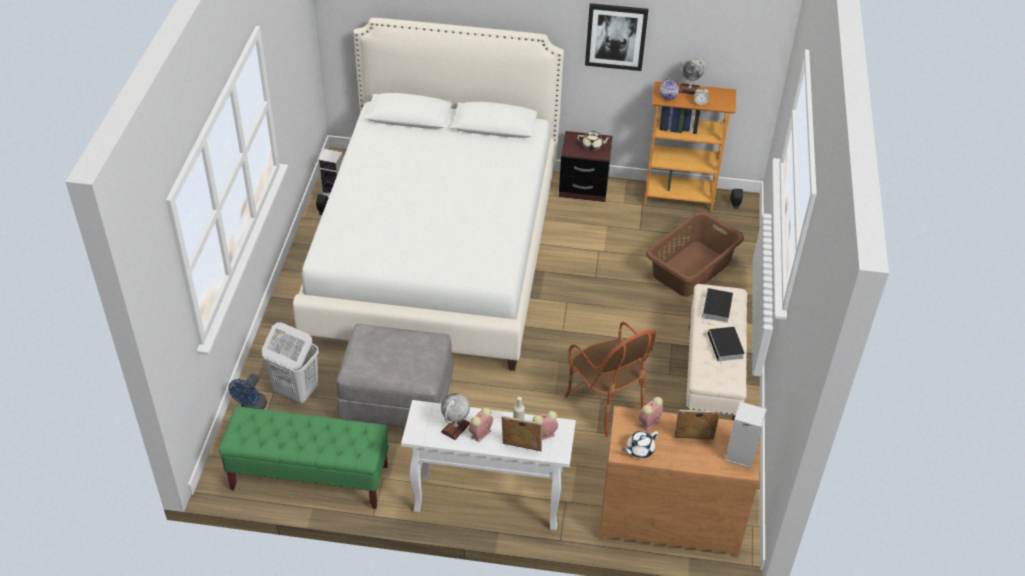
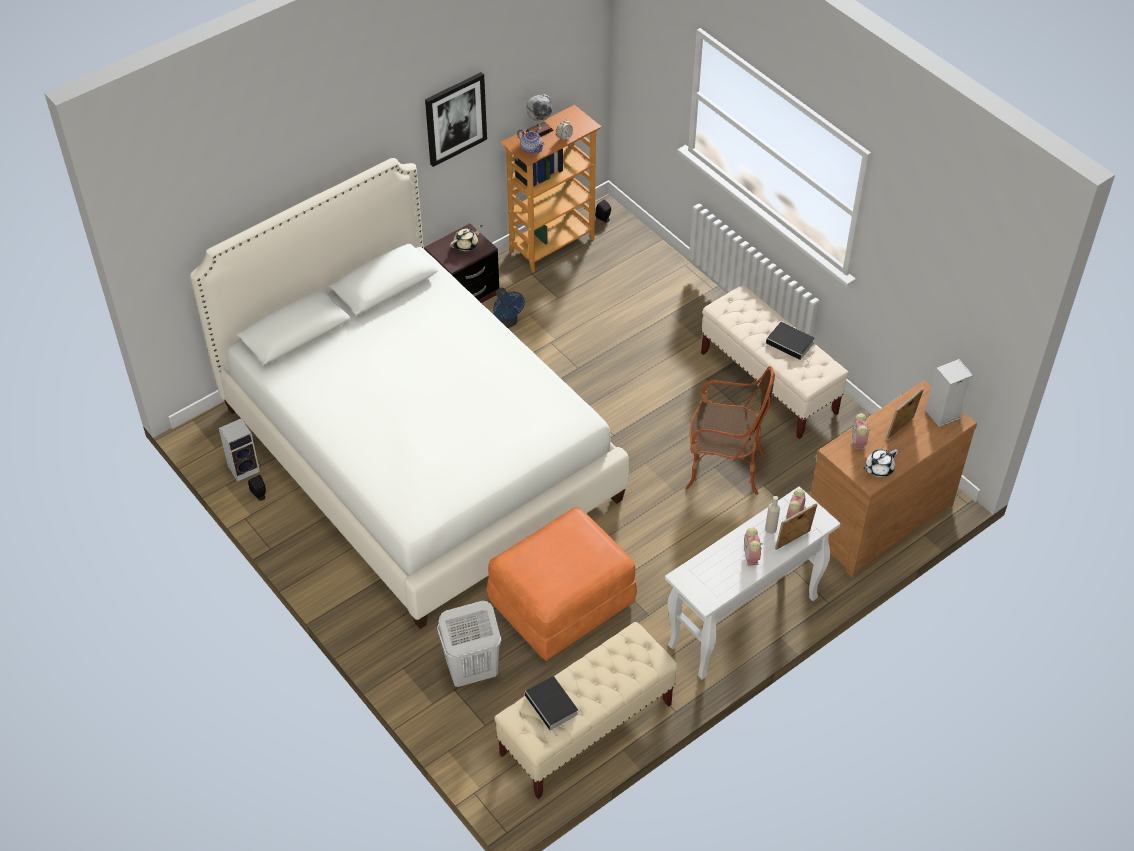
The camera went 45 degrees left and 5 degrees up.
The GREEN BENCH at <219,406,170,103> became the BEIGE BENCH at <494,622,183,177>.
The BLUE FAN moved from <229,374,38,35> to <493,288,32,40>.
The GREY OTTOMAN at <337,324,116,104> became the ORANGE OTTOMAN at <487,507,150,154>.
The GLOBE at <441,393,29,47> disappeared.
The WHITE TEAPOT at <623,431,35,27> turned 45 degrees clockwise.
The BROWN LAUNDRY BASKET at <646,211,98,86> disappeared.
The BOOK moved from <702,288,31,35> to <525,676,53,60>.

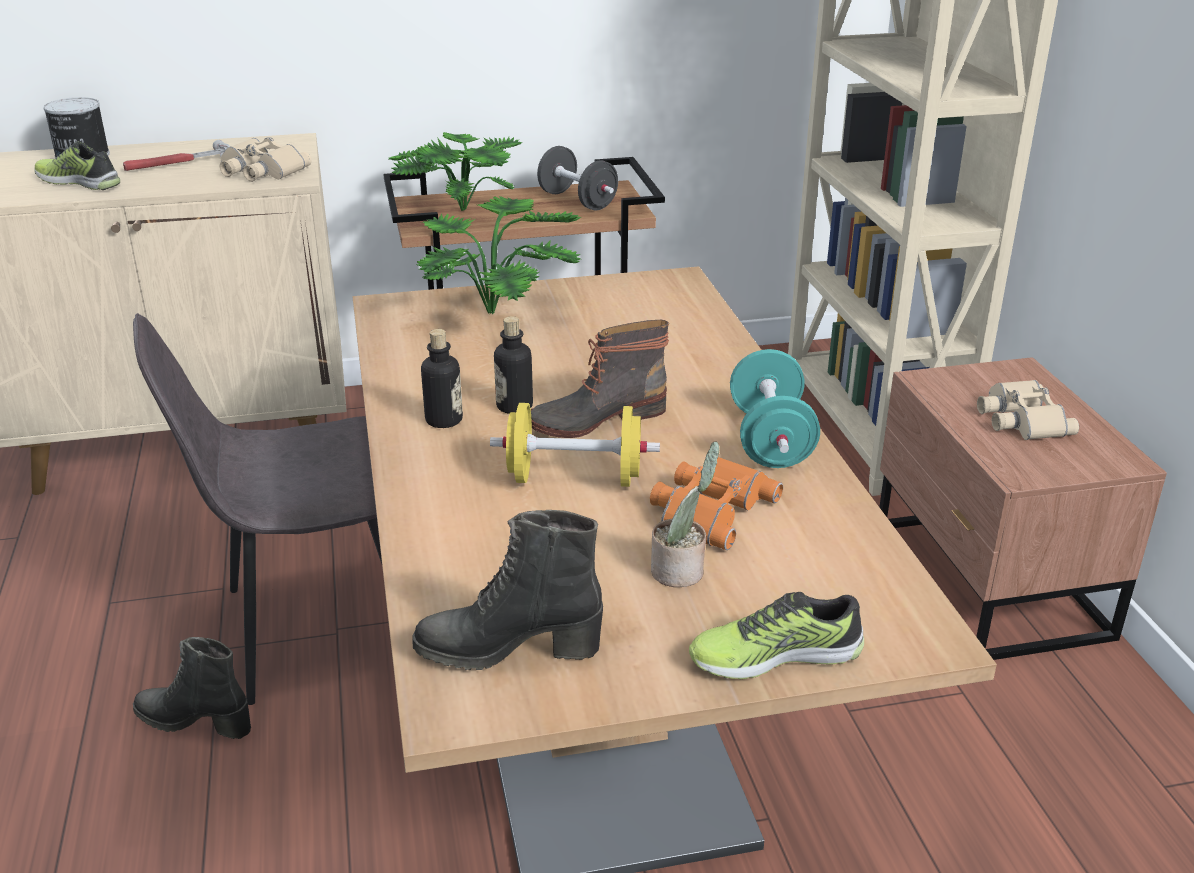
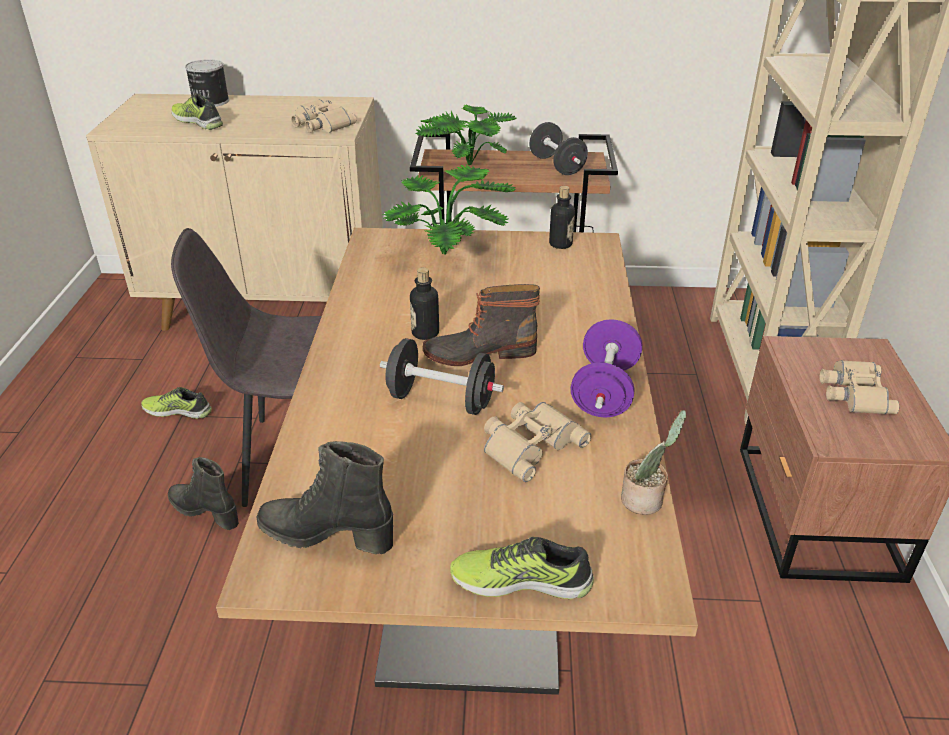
The camera went 15 degrees right and 5 degrees up.
The HAMMER at <123,140,107,31> disappeared.
The BOTTLE moved from <421,329,42,99> to <549,186,26,63>.
The YELLOW DUMBBELL at <490,403,170,84> became the BLACK DUMBBELL at <380,338,124,77>.
The ORANGE BINOCULARS at <650,457,133,93> became the BEIGE BINOCULARS at <484,402,107,80>.
The POTTED PLANT moved from <651,441,68,146> to <621,410,65,105>.
The TURQUOISE DUMBBELL at <730,349,90,119> became the PURPLE DUMBBELL at <571,319,71,98>.
The SHOE at <141,387,71,32> appeared.

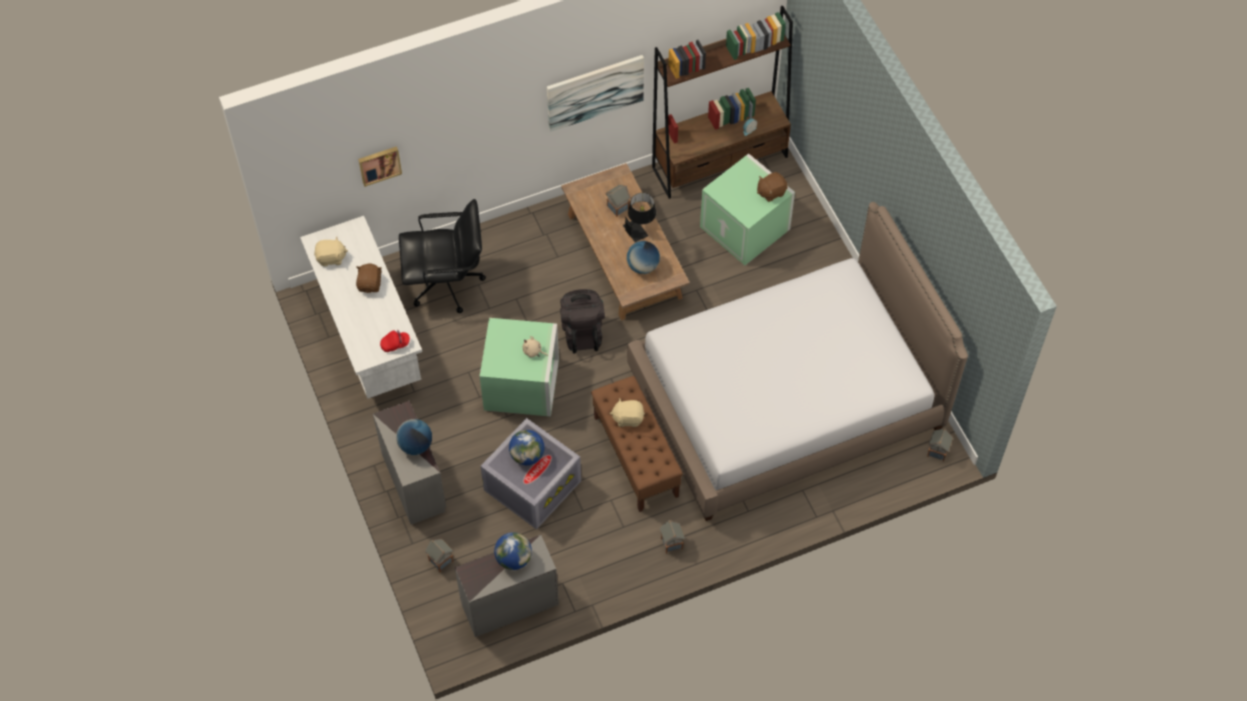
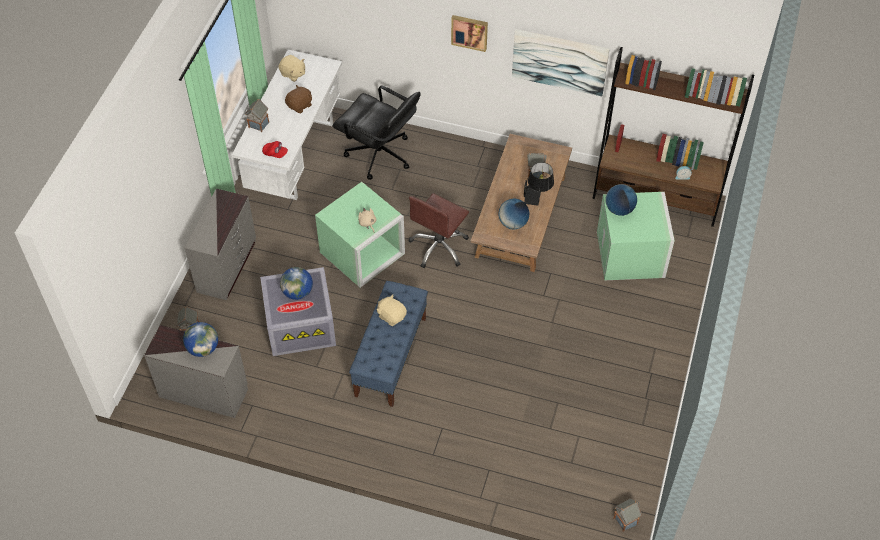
The camera went 40 degrees right and 5 degrees down.
The PICTURE moved from <358,146,44,41> to <451,15,37,37>.
The GLOBE moved from <396,419,36,36> to <606,184,31,32>.
The BLACK BACKPACK at <560,289,45,65> was replaced by the BROWN OFFICE CHAIR at <409,193,60,75>.
The BROWN BENCH at <591,376,92,136> became the BLUE BENCH at <349,281,79,126>.
The BED at <627,202,341,319> disappeared.
The TOY HOUSE moved from <660,520,25,34> to <245,99,24,33>.
The BROWN PLUSH TOY at <757,172,31,30> disappeared.

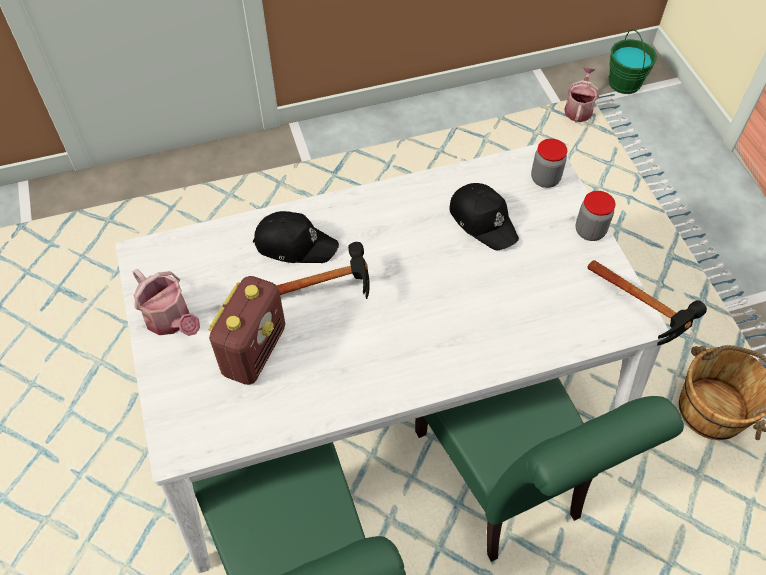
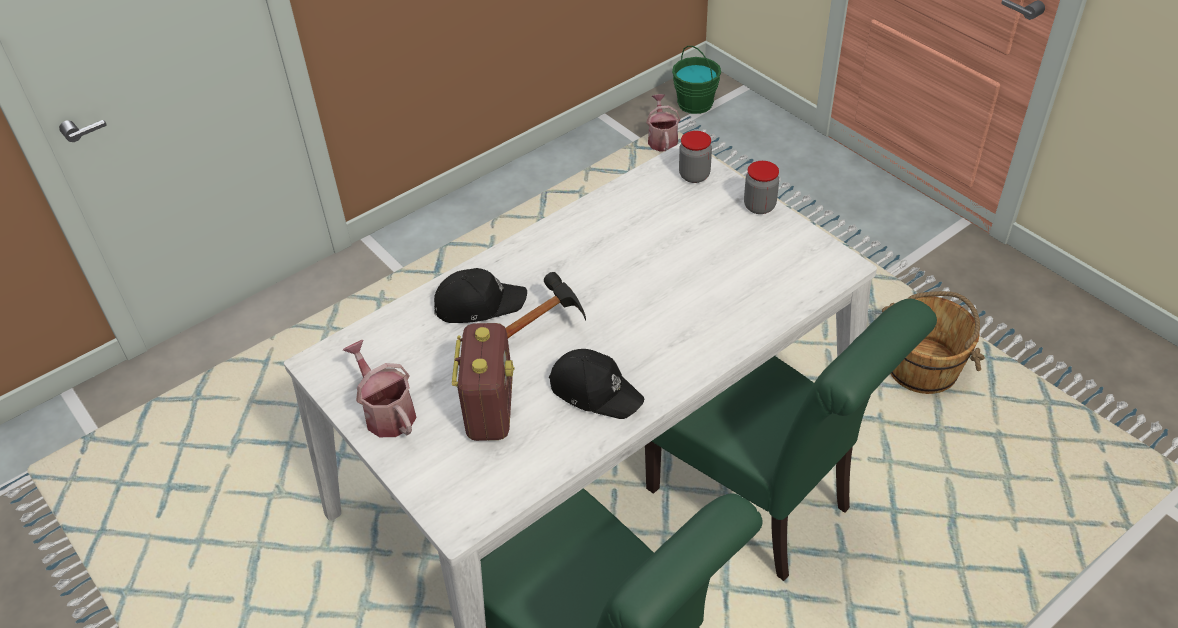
The camera went 20 degrees left and 10 degrees down.
The WATERING CAN at <132,269,68,67> turned 150 degrees counterclockwise.
The BLACK CAP moved from <450,183,69,67> to <549,349,95,70>.
The HAMMER at <588,260,119,86> disappeared.

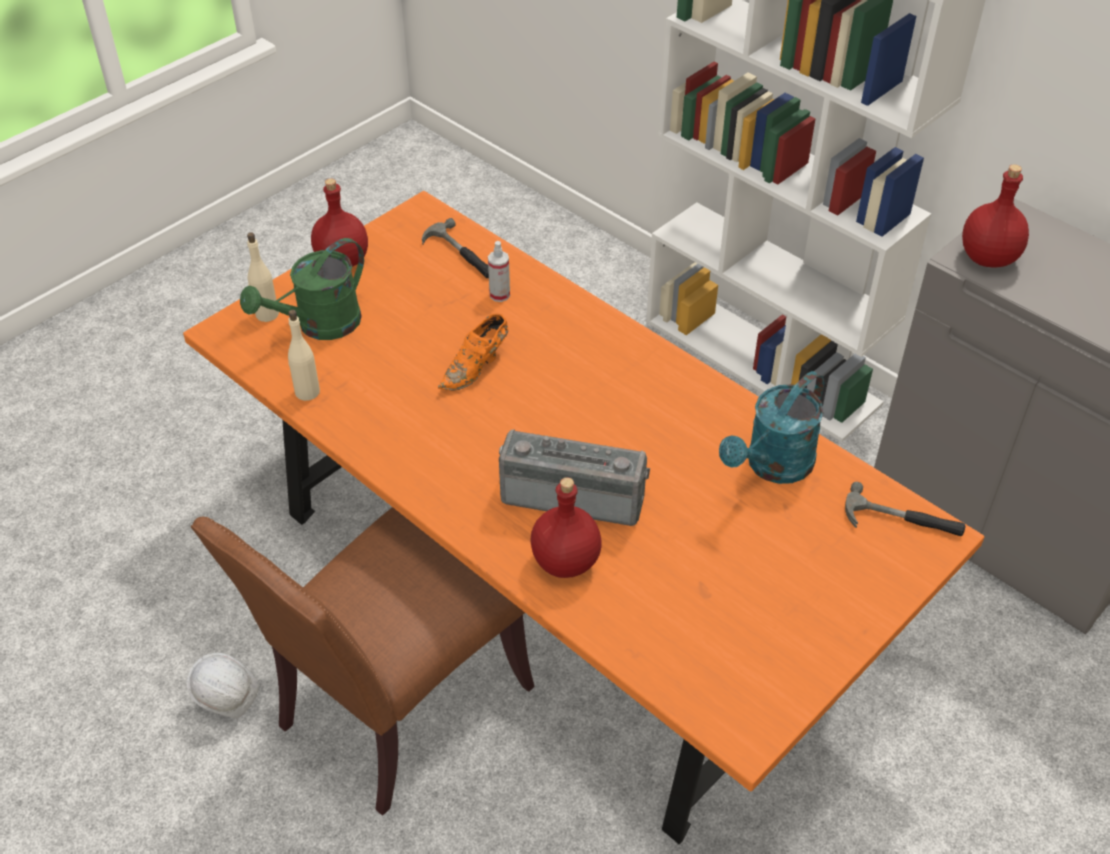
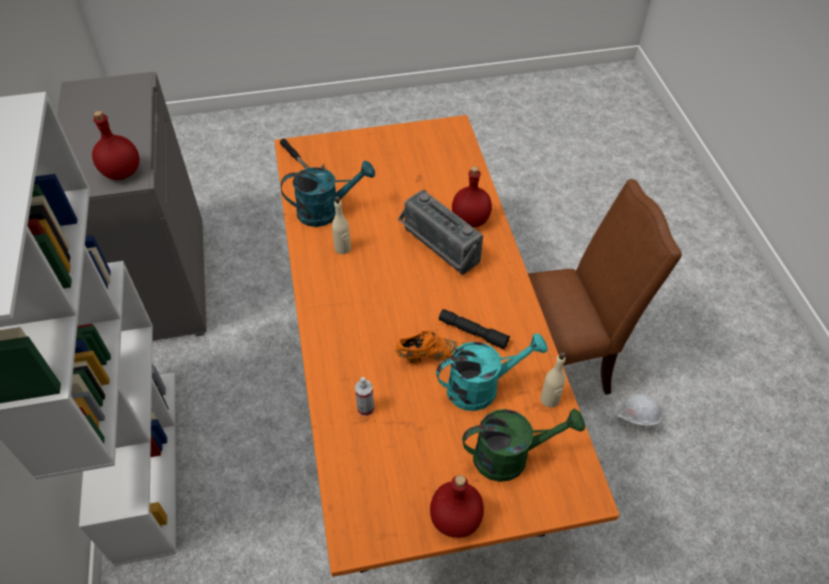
The camera went 145 degrees left and 5 degrees up.
The BEIGE BOTTLE moved from <247,232,32,90> to <332,196,19,58>.
The HAMMER at <422,218,67,60> disappeared.
The TURQUOISE WATERING CAN at <436,333,112,78> appeared.
The BLACK FLASHLIGHT at <439,309,71,40> appeared.

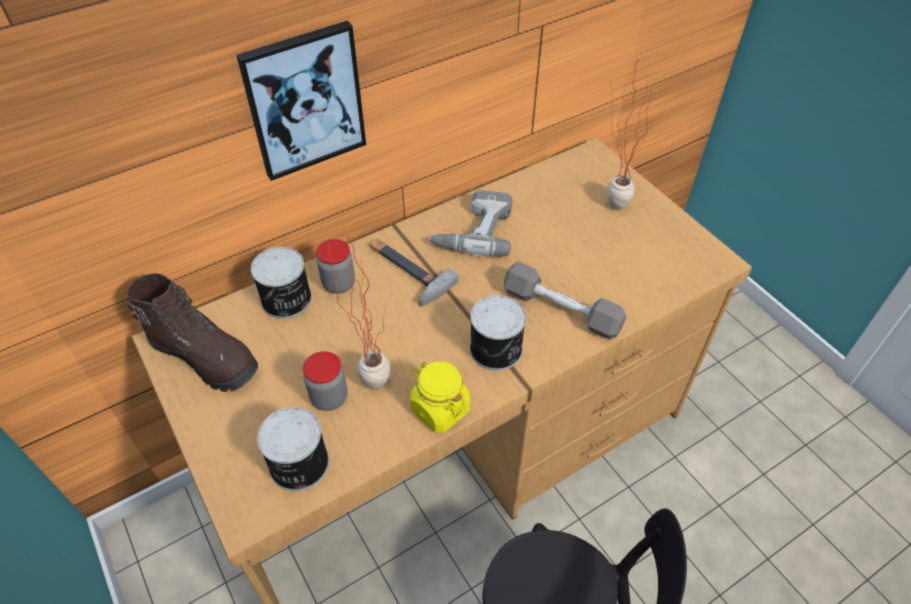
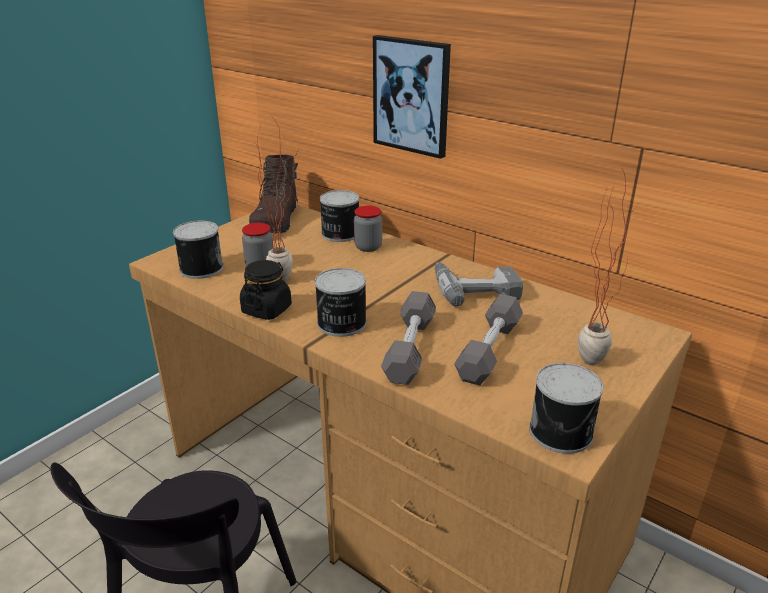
The camera went 70 degrees right and 20 degrees down.
The HAMMER at <370,239,89,68> disappeared.
The YELLOW JAR at <410,361,60,72> became the BLACK JAR at <240,260,52,60>.
The GREY DUMBBELL at <454,294,69,92> appeared.
The CAN at <529,363,74,91> appeared.

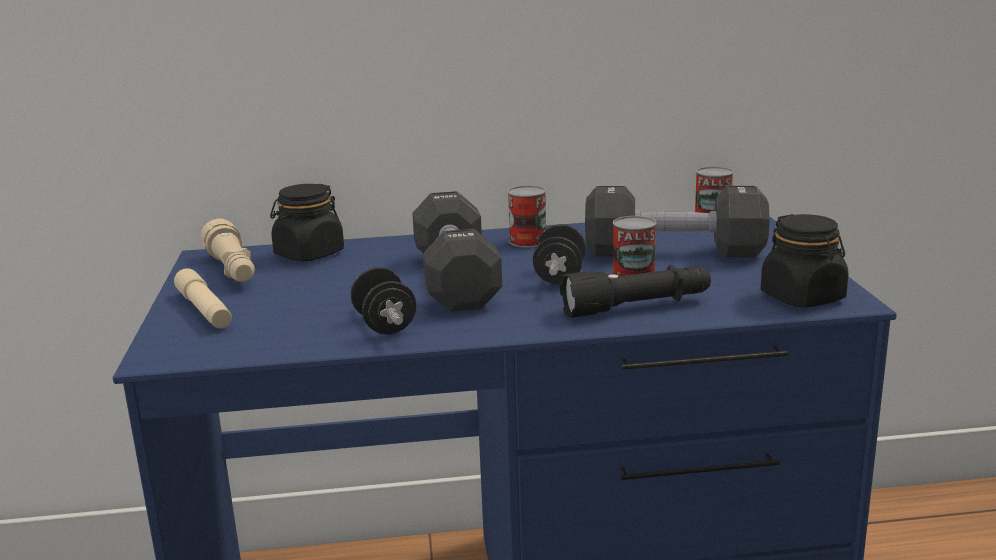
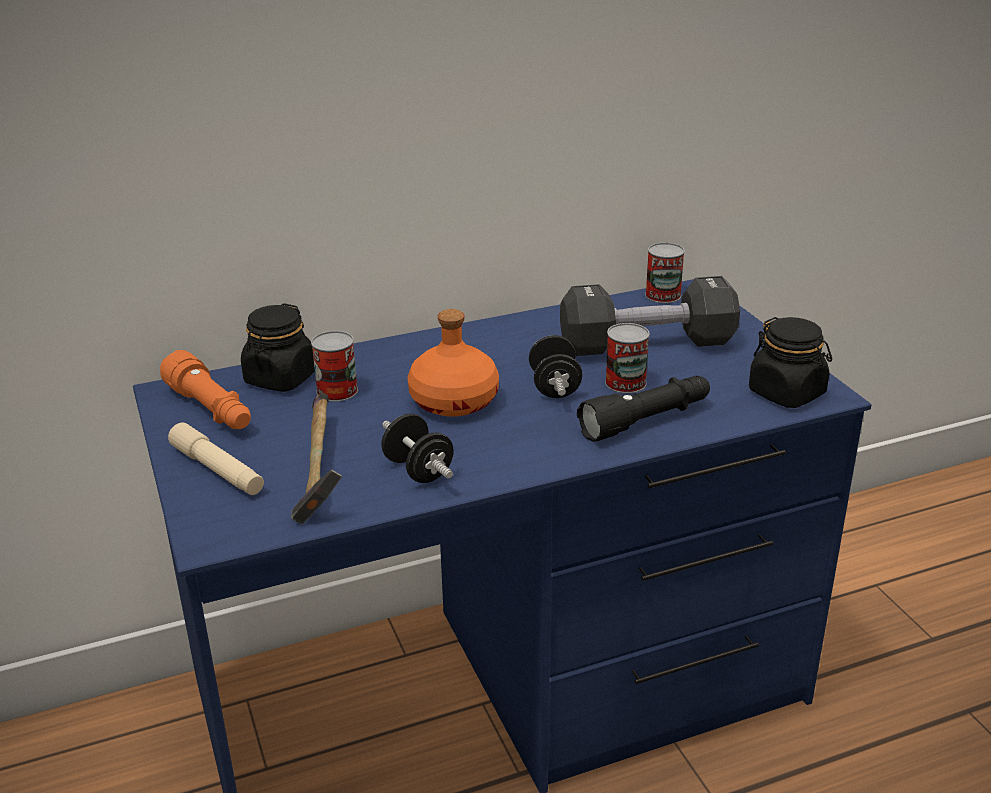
The camera went 15 degrees left and 10 degrees up.
The BEIGE FLASHLIGHT at <201,219,54,63> became the ORANGE FLASHLIGHT at <160,350,91,79>.
The BLACK DUMBBELL at <412,191,90,121> was replaced by the ORANGE BOTTLE at <407,309,92,108>.
The CAN moved from <507,185,39,63> to <311,331,47,71>.
The HAMMER at <291,393,51,131> appeared.

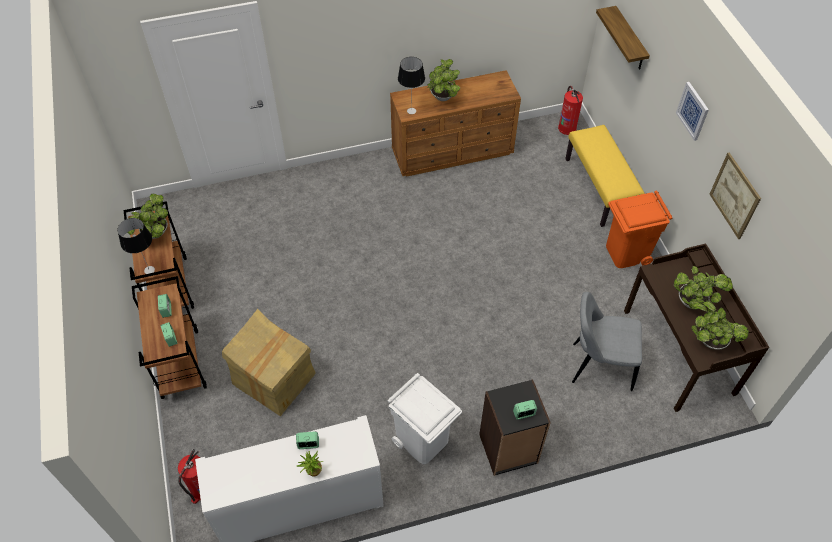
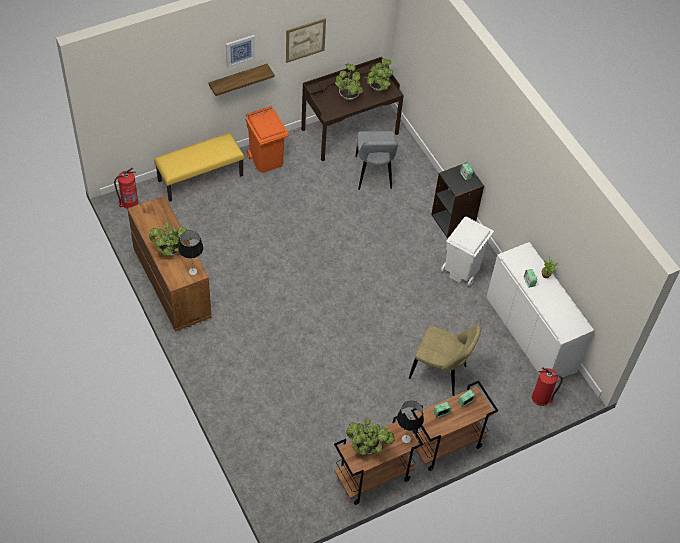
The camera went 105 degrees left and 0 degrees up.
The CARDBOARD BOX at <222,309,94,107> was replaced by the BEIGE CHAIR at <409,325,72,71>.
The SHELF moved from <596,6,54,64> to <209,64,66,32>.

